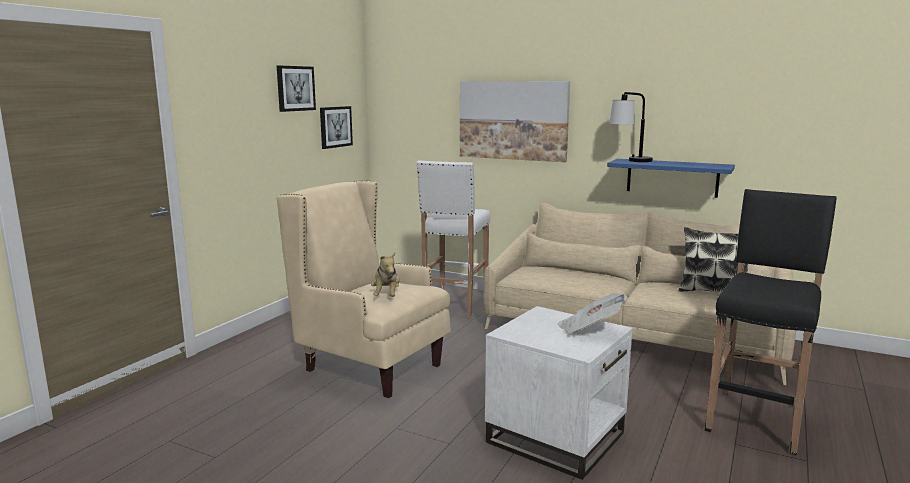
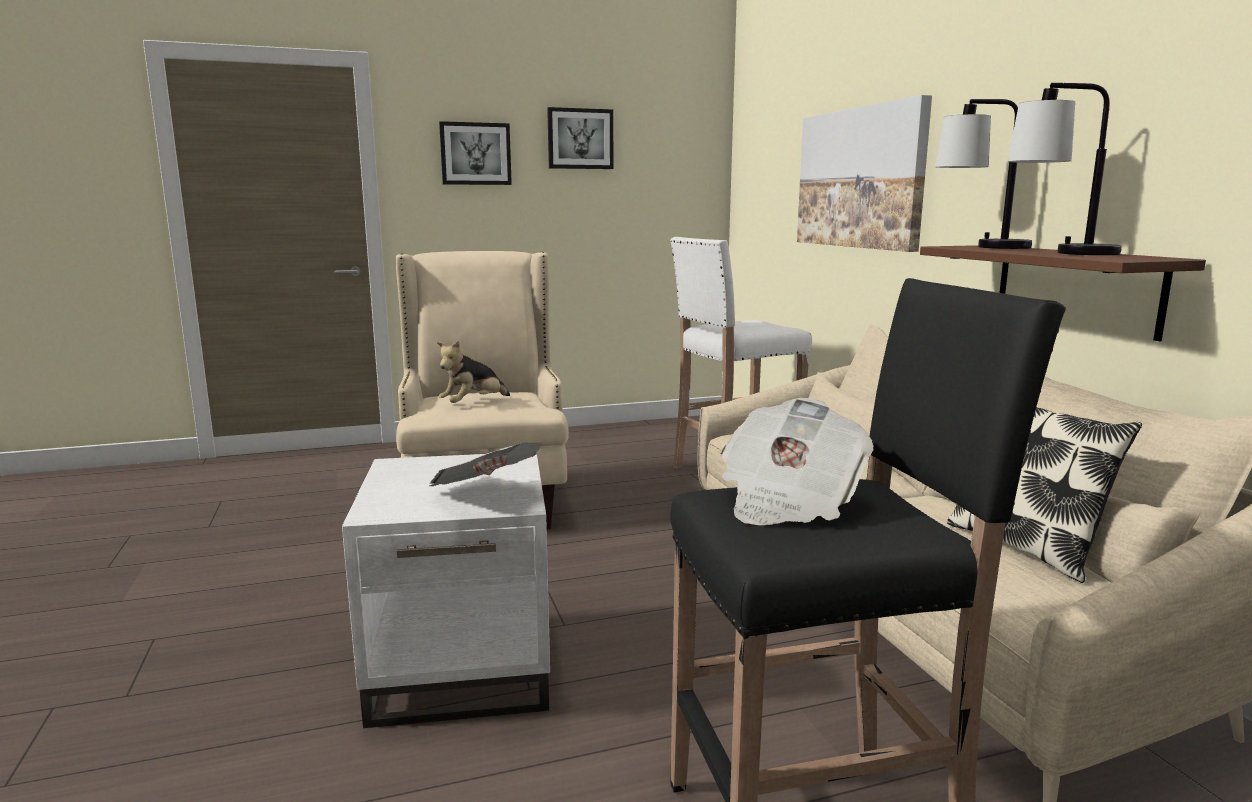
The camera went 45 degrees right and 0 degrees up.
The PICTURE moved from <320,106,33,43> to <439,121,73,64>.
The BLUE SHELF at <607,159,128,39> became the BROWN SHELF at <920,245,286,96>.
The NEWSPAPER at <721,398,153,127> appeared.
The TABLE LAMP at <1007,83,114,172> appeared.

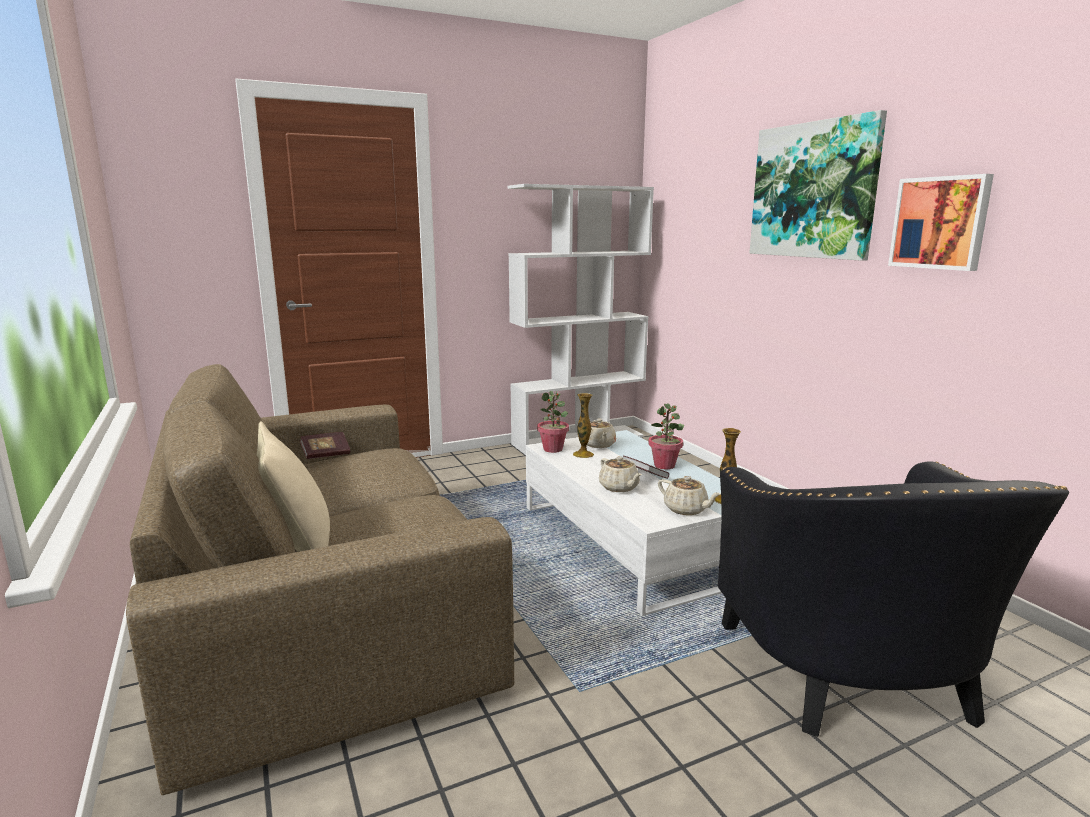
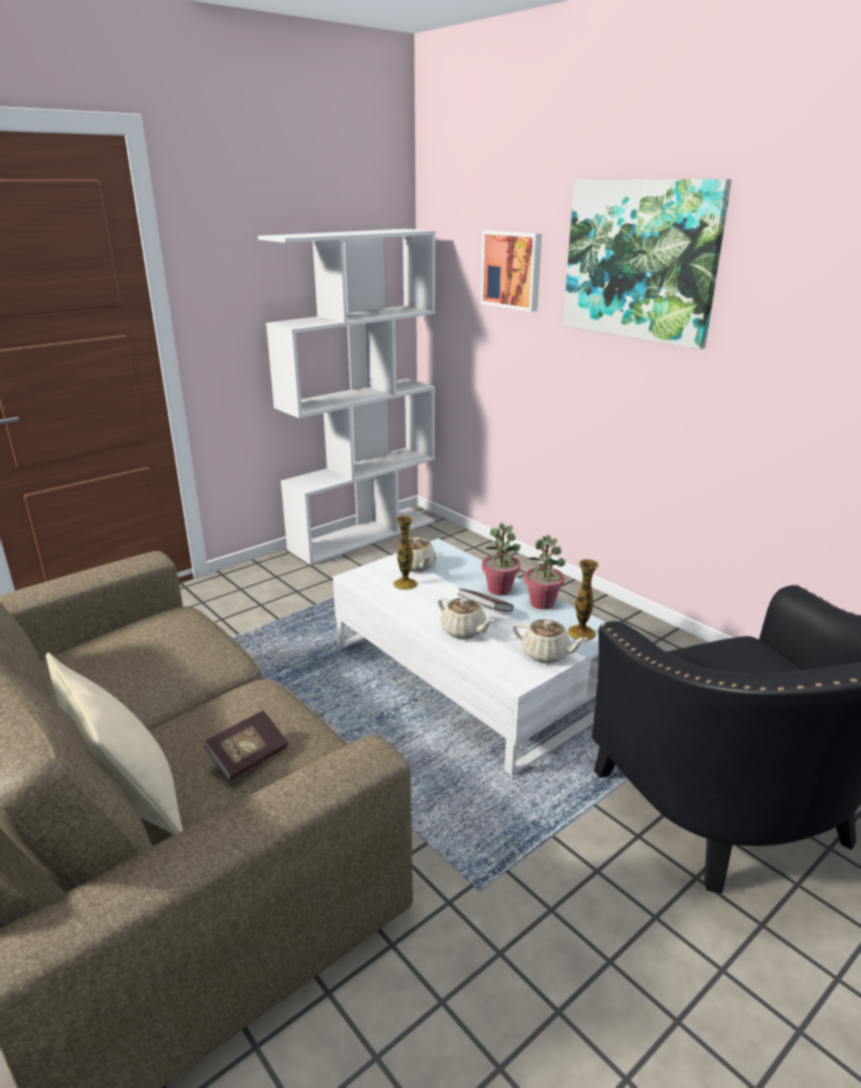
The camera went 15 degrees left and 10 degrees up.
The BOOK moved from <300,432,51,27> to <204,710,84,71>.
The POTTED PLANT moved from <537,391,32,62> to <524,535,42,75>.
The PICTURE moved from <888,174,106,97> to <481,230,61,82>.

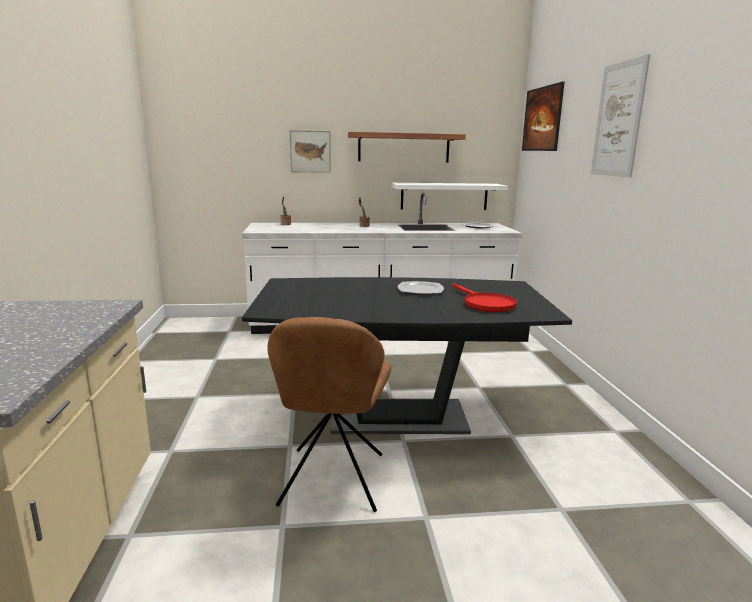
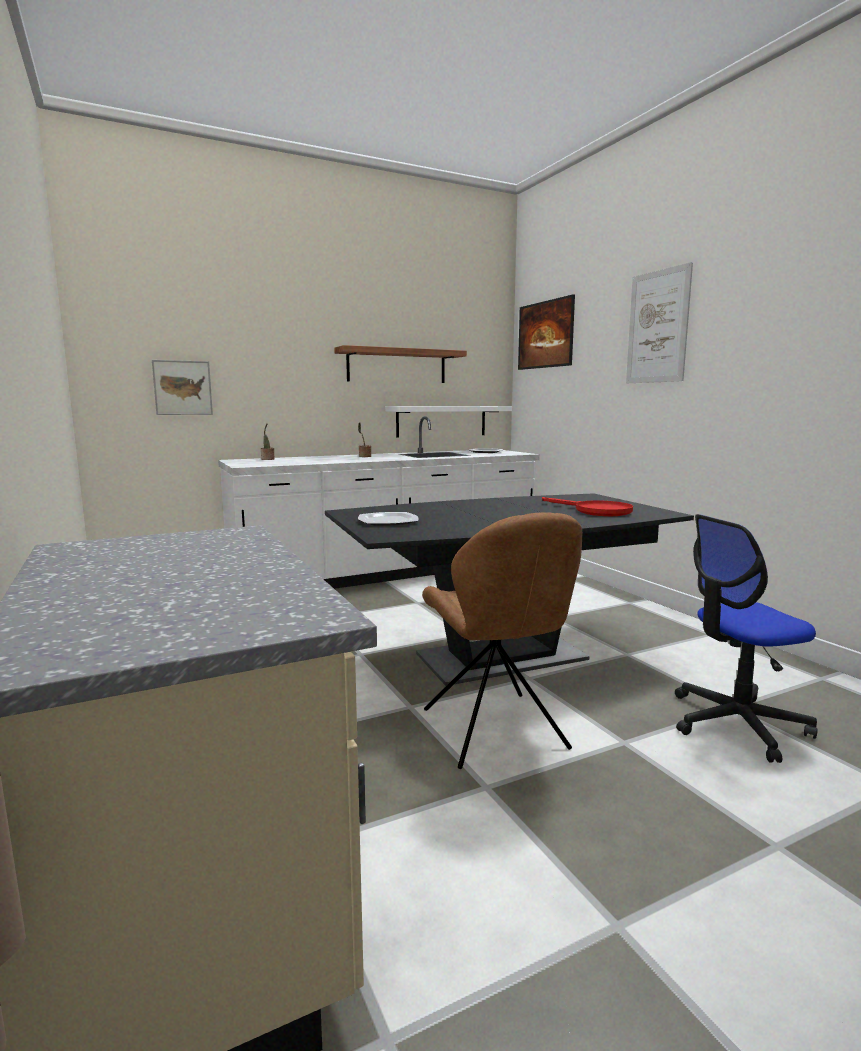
The camera went 20 degrees left and 5 degrees down.
The PICTURE moved from <290,130,41,43> to <152,360,61,55>.
The PLATE moved from <398,281,46,14> to <358,512,61,14>.
The OFFICE CHAIR at <675,514,143,249> appeared.

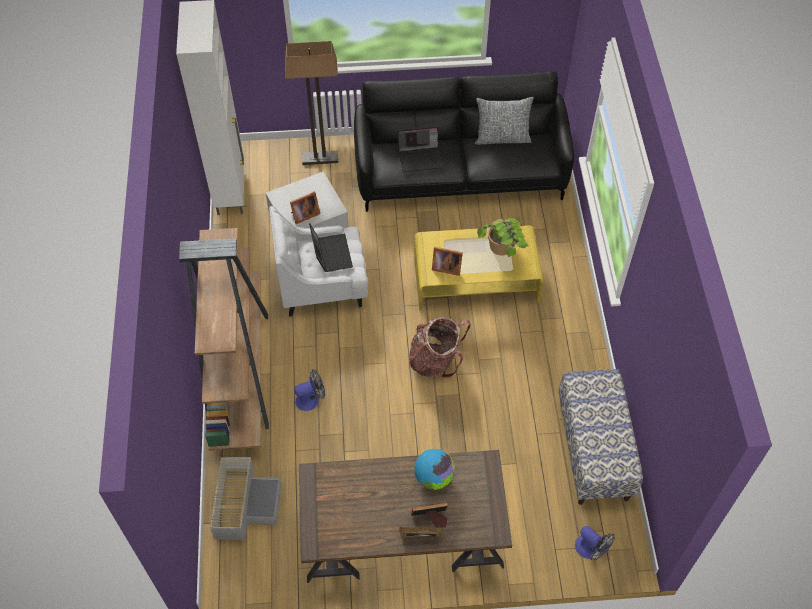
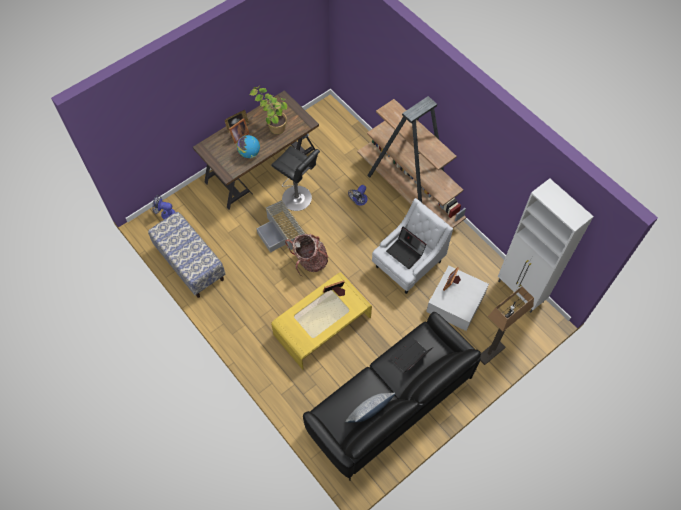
The camera went 145 degrees right and 5 degrees up.
The GREY STORAGE BOX moved from <209,457,72,83> to <257,200,48,53>.
The POTTED PLANT moved from <477,217,51,40> to <250,86,37,48>.
The BLACK STOOL at <271,146,49,65> appeared.

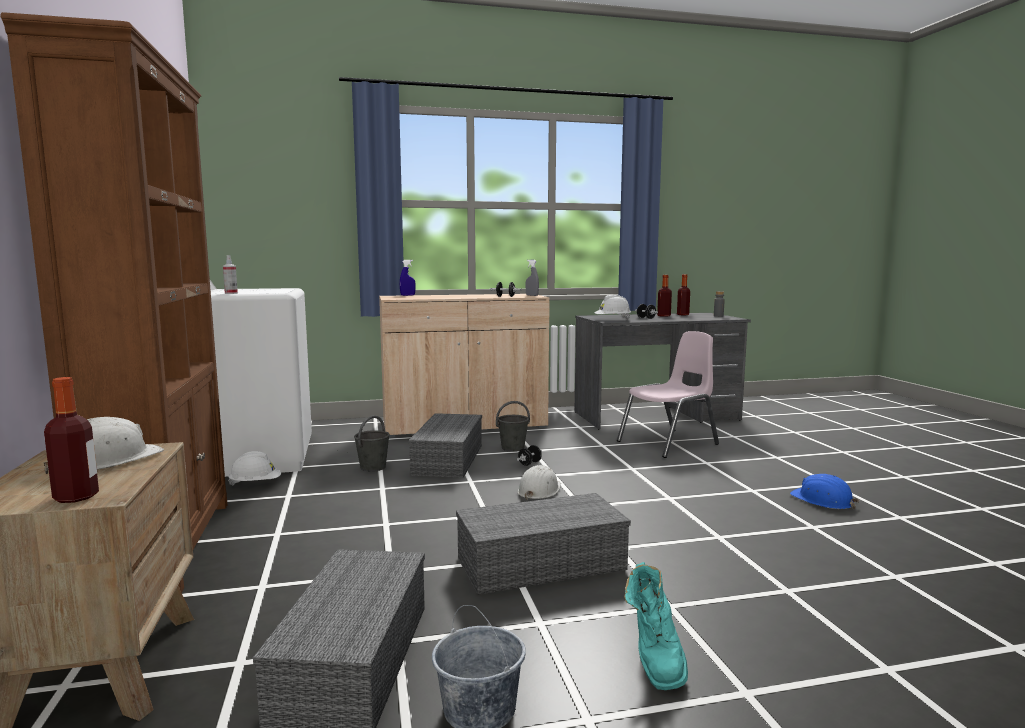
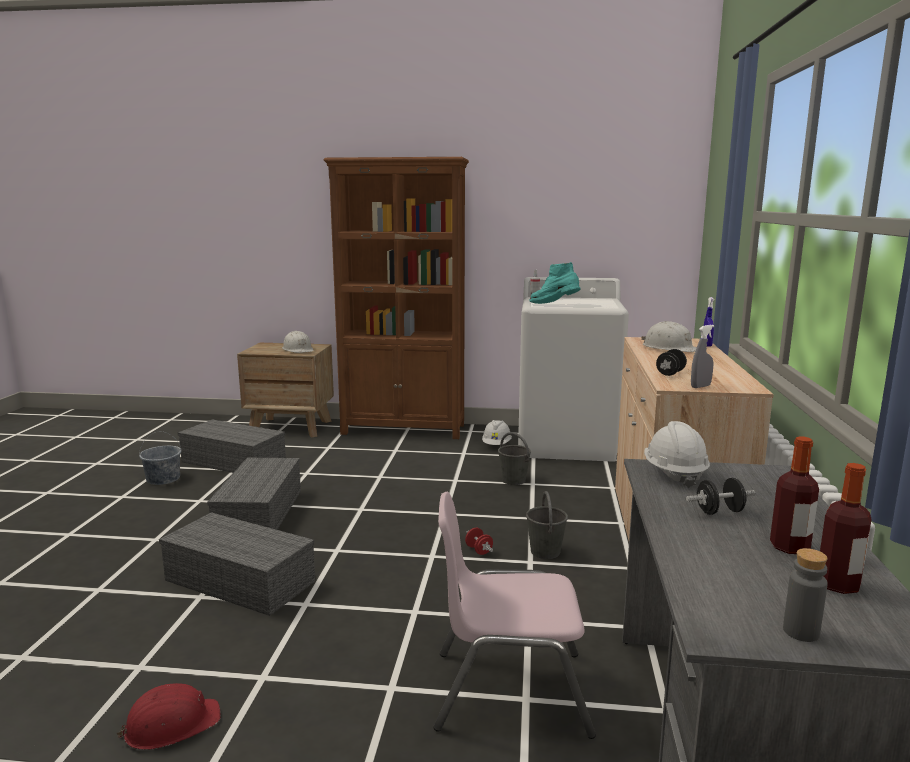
The camera went 110 degrees right and 5 degrees up.
The BOTTLE at <44,377,55,126> disappeared.
The GREY STORAGE BOX moved from <409,413,73,65> to <159,512,156,104>.
The BLACK DUMBBELL at <517,445,25,21> became the RED DUMBBELL at <465,528,28,27>.
The WHITE HARD HAT moved from <517,465,44,35> to <641,321,56,31>.
The PINK CHAIR at <617,331,102,127> turned 105 degrees clockwise.
The TURQUOISE BOOT moved from <624,562,64,128> to <529,262,52,42>.
The BLUE HARD HAT at <790,474,69,35> became the RED HARD HAT at <115,683,106,67>.

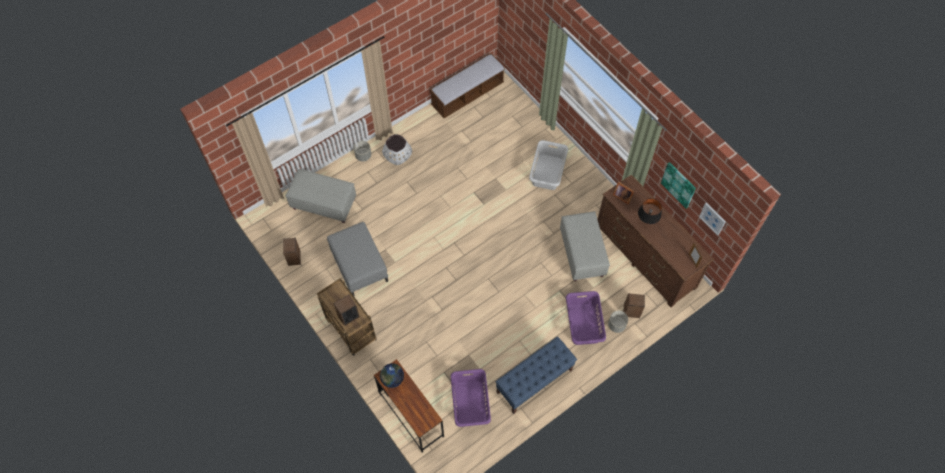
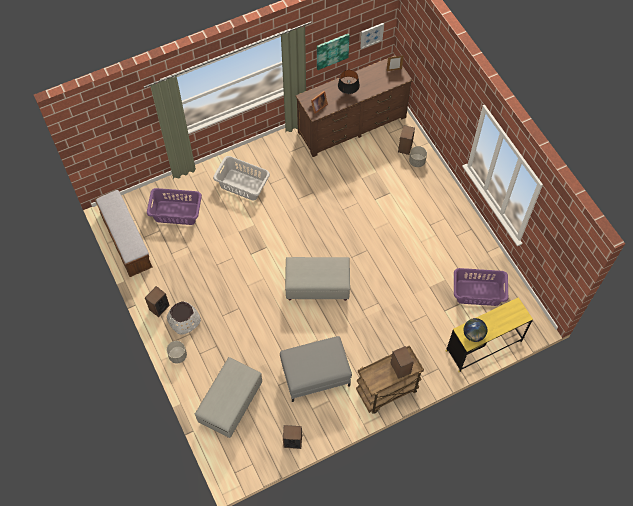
The camera went 80 degrees left and 0 degrees up.
The BROWN DESK at <374,359,70,94> became the YELLOW DESK at <445,297,88,75>.
The BLUE BENCH at <496,336,81,78> disappeared.
The GREY OTTOMAN moved from <560,211,50,70> to <285,257,65,44>.
The PURPLE LAUNDRY BASKET moved from <566,291,40,54> to <147,188,55,37>.
The SPEAKER at <145,286,25,31> appeared.

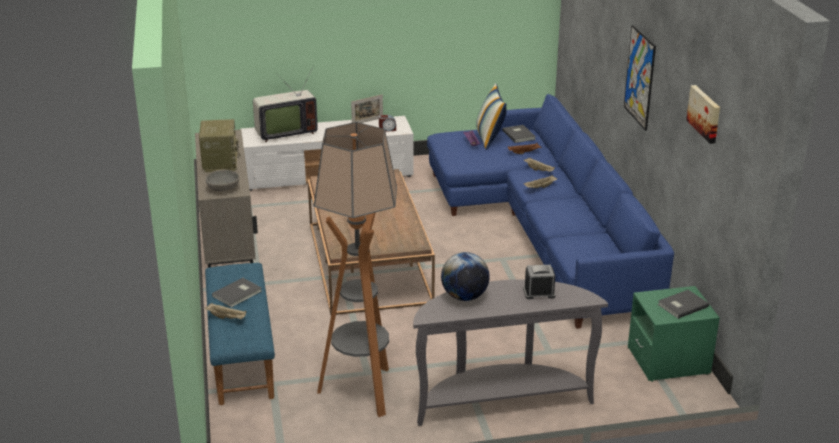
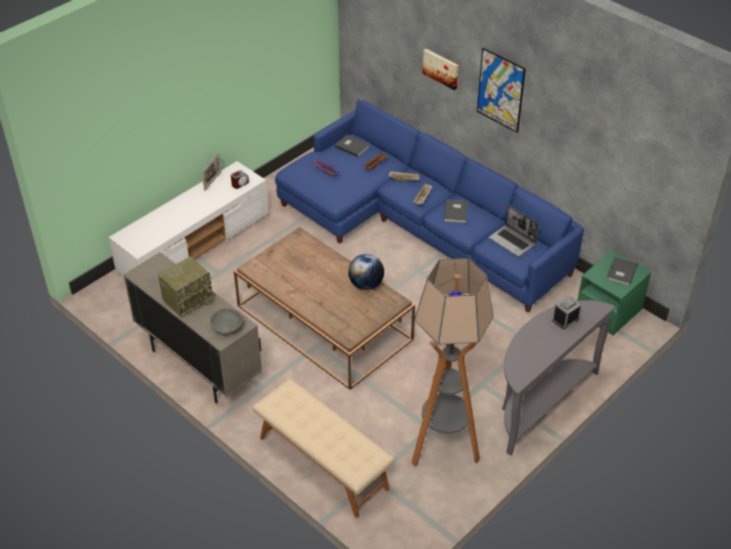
The camera went 35 degrees left and 15 degrees up.
The RADIO at <199,119,41,54> turned 90 degrees clockwise.
The BLUE BENCH at <205,263,70,142> became the BEIGE BENCH at <253,378,142,140>.
The BEIGE TRAY at <205,303,42,16> disappeared.
The GREY BOOK moved from <212,278,50,29> to <444,200,24,23>.
The TELEVISION at <253,67,65,75> disappeared.
The GLOBE moved from <441,252,49,49> to <348,254,36,36>.
The PILLOW at <476,84,31,66> disappeared.
The PICTURE moved from <686,85,34,59> to <423,49,35,41>.
The LAPTOP at <489,205,50,52> appeared.

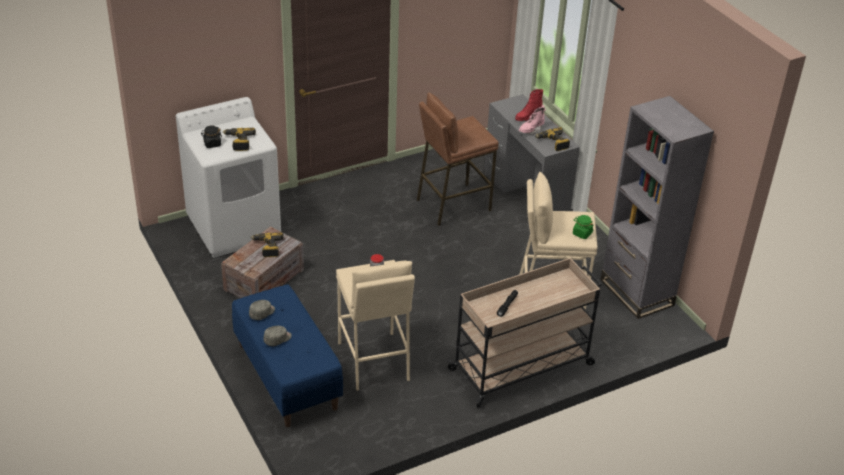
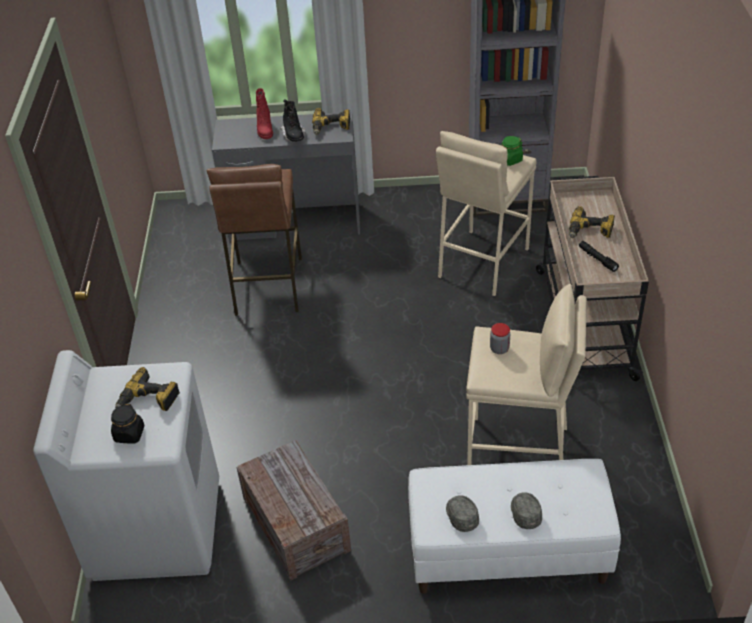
The camera went 60 degrees left and 5 degrees up.
The BLUE BENCH at <232,284,111,143> became the WHITE BENCH at <408,459,213,135>.
The POWER DRILL moved from <250,232,33,25> to <569,206,46,32>.
The PINK BOOT at <519,105,27,29> became the BLACK BOOT at <280,99,25,43>.

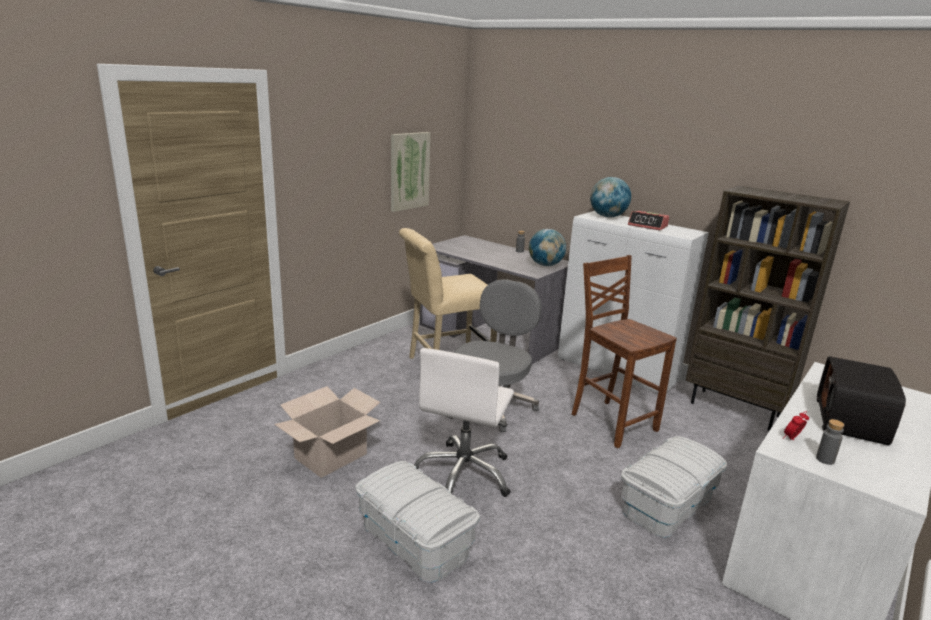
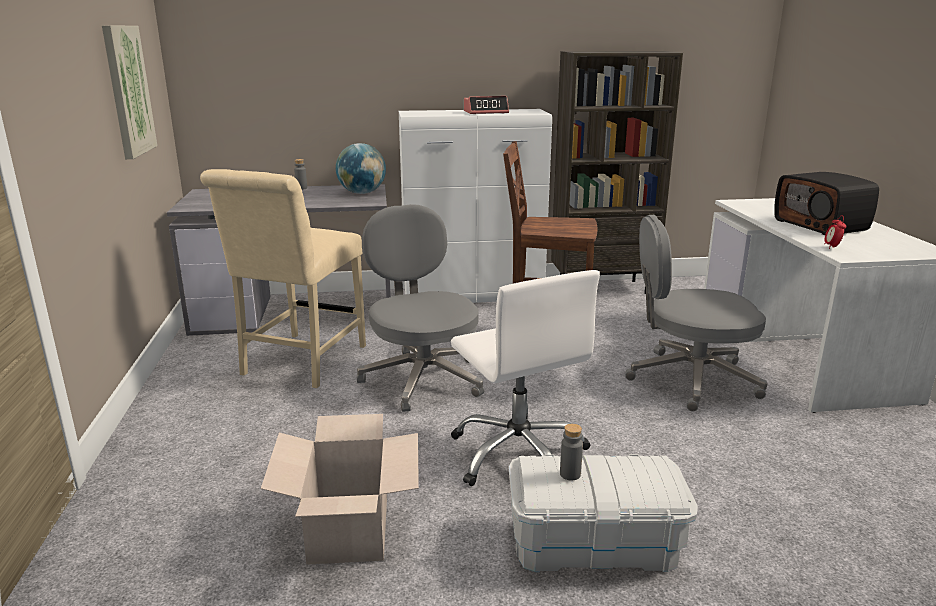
The camera went 45 degrees left and 0 degrees up.
The GLOBE at <590,177,41,41> disappeared.
The WHITE STORAGE BOX at <621,436,106,102> was replaced by the GREY OFFICE CHAIR at <625,215,142,197>.
The GREY BOTTLE moved from <816,419,29,46> to <560,424,23,56>.

